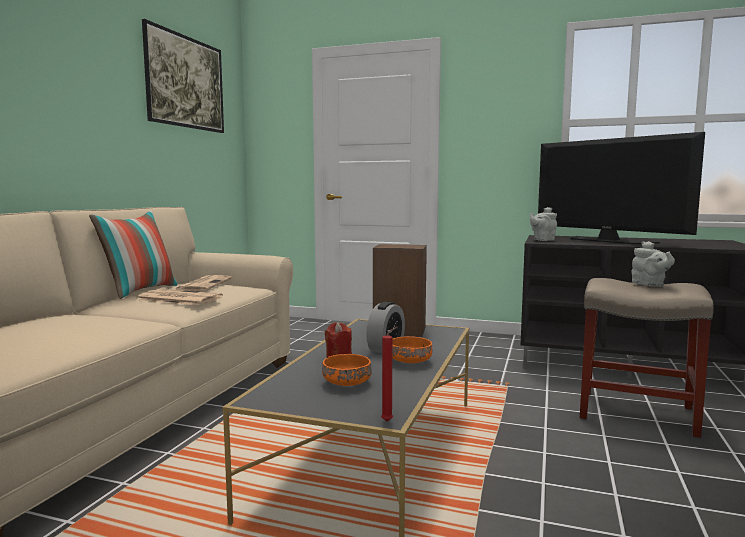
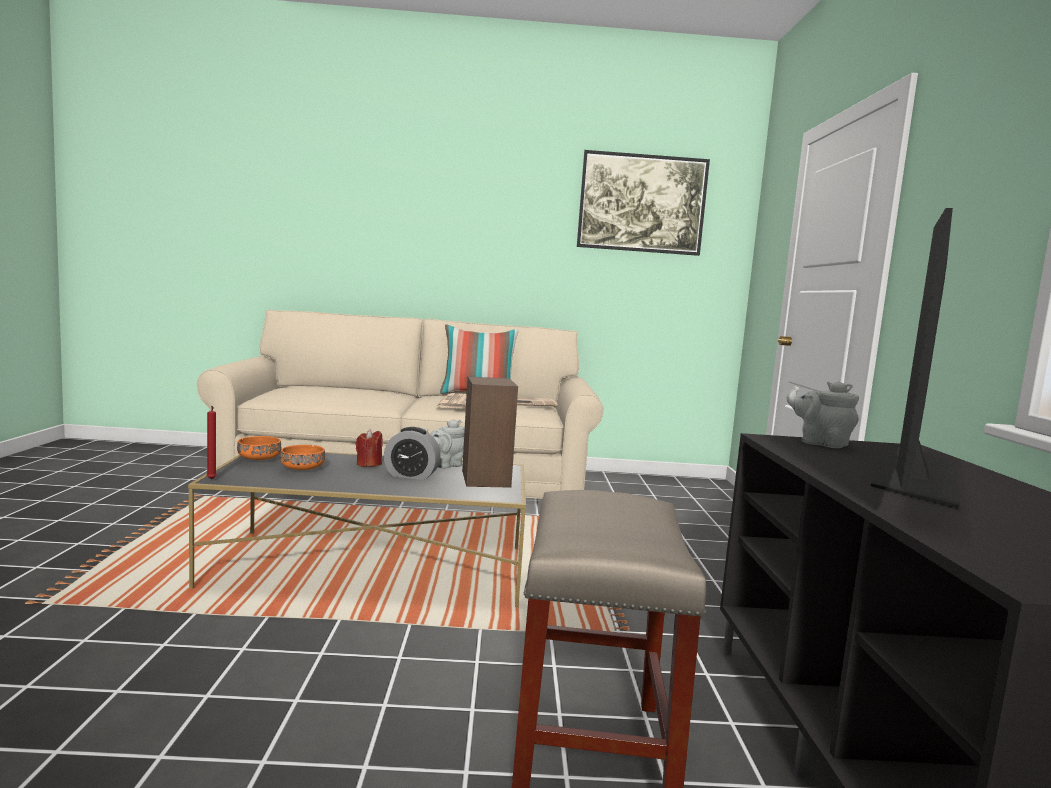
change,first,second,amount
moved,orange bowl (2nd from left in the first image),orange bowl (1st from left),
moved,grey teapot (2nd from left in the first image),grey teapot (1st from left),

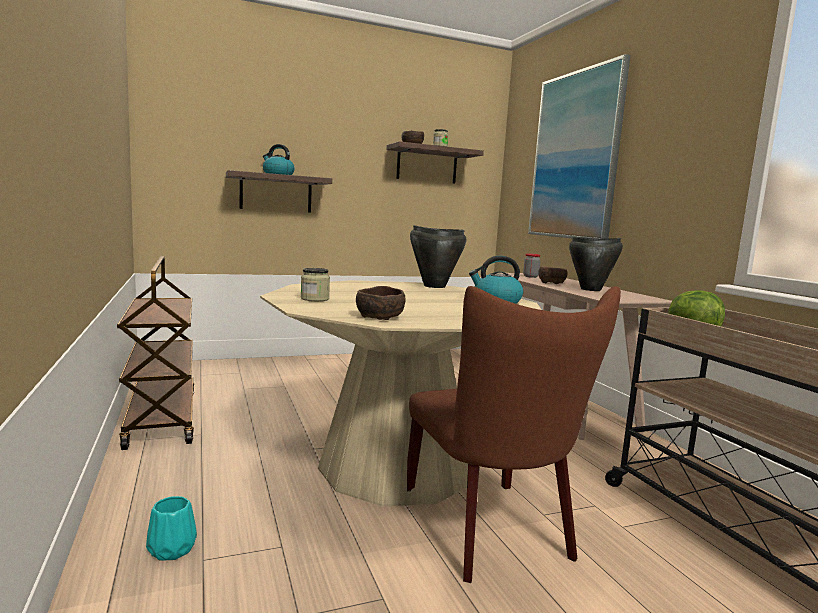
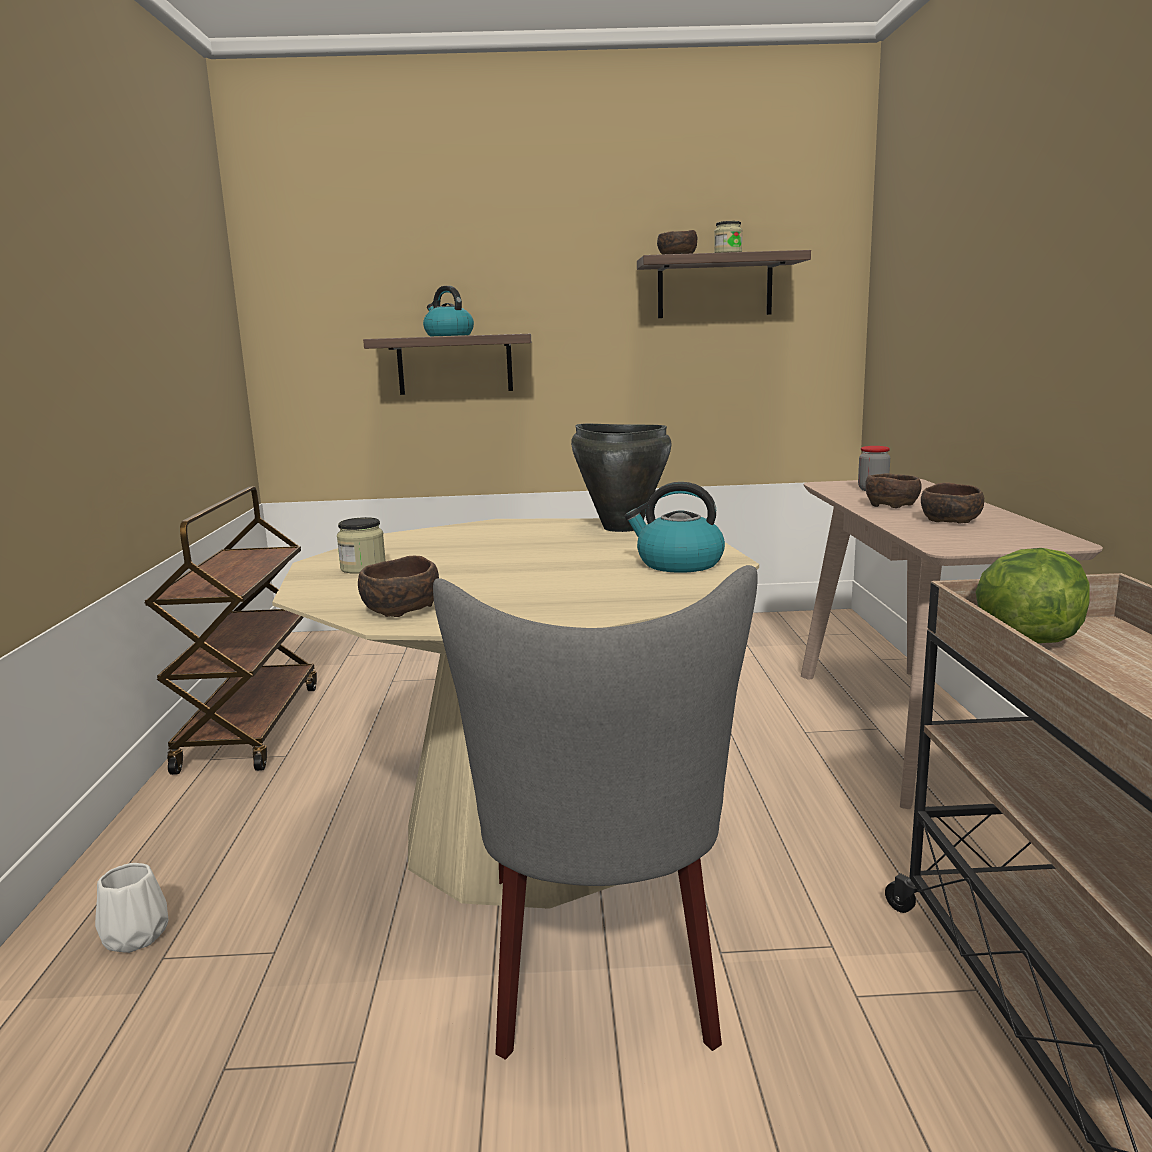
change,first,second,amount
recoloured,turquoise vase,white vase,
recoloured,brown chair,grey chair,
removed,picture,,
replaced,black cooking pot (2nd from left),brown bowl (4th from left),

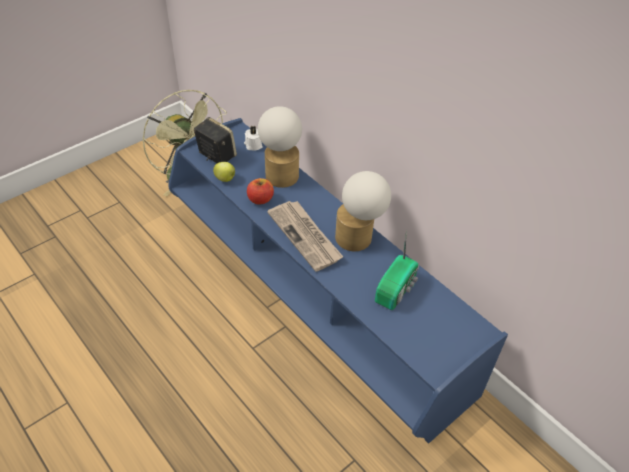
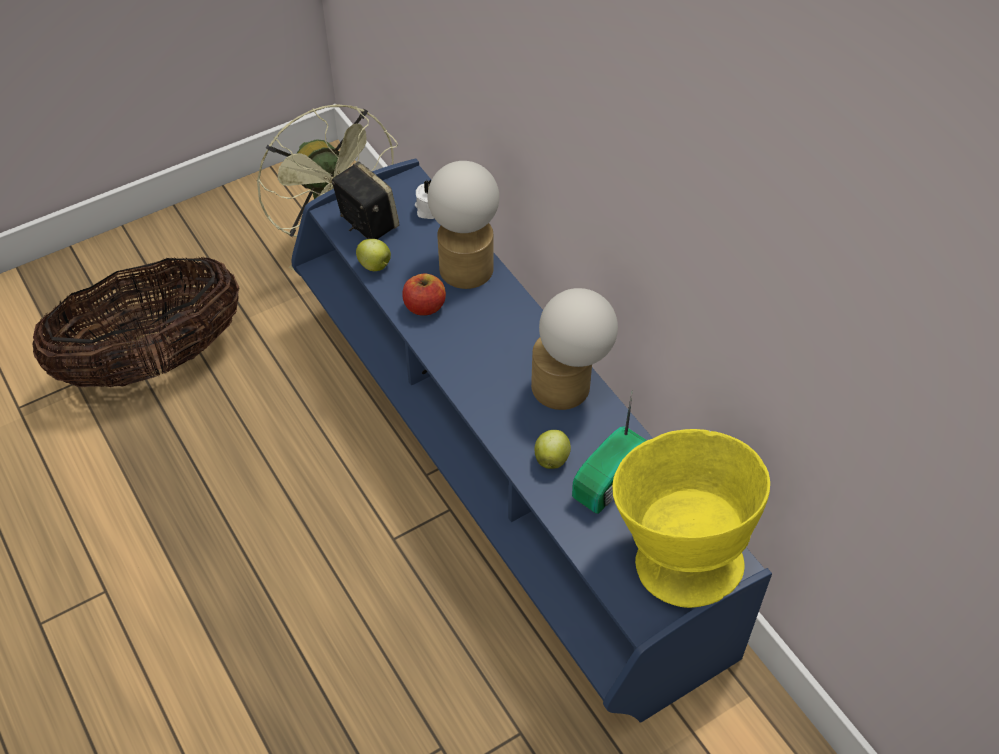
change,first,second,amount
removed,newspaper,,
added,,basket,
added,,apple (3rd from left),
added,,yellow bowl,

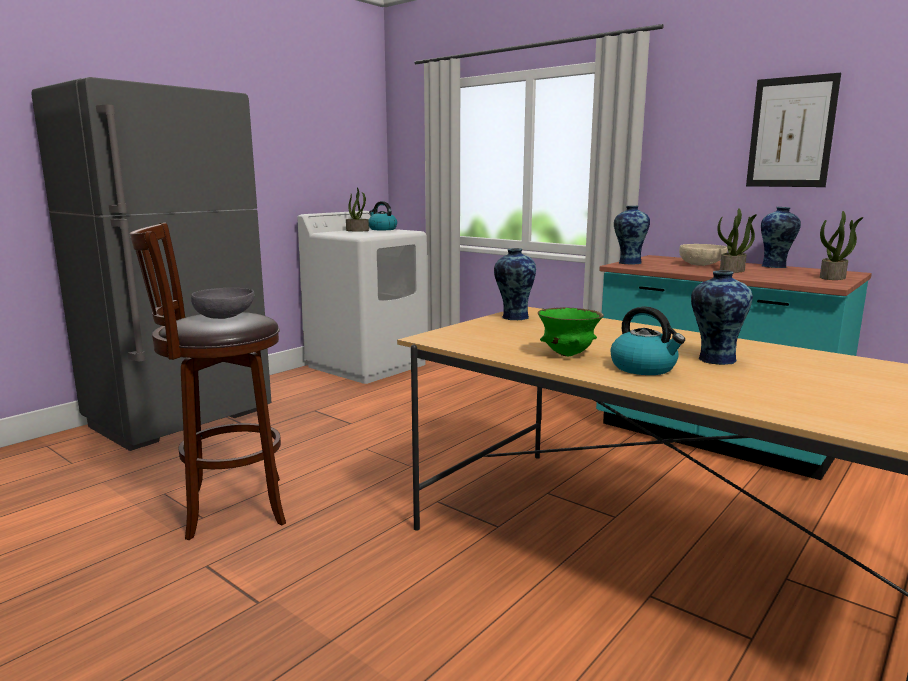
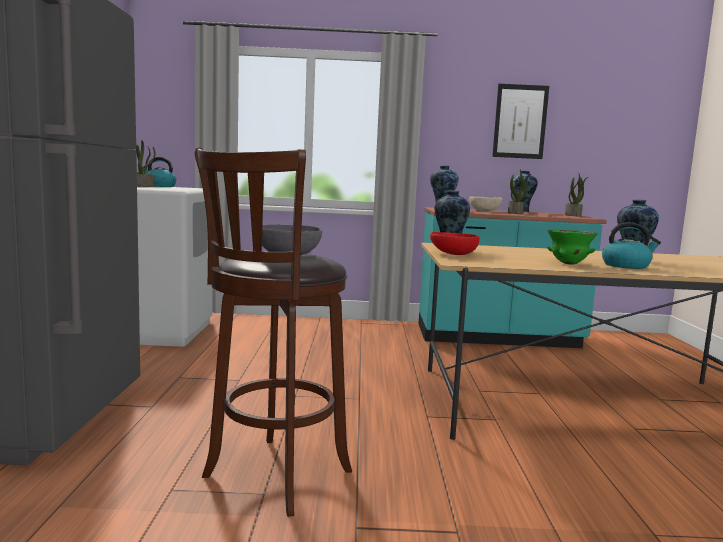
change,first,second,amount
added,,red bowl,

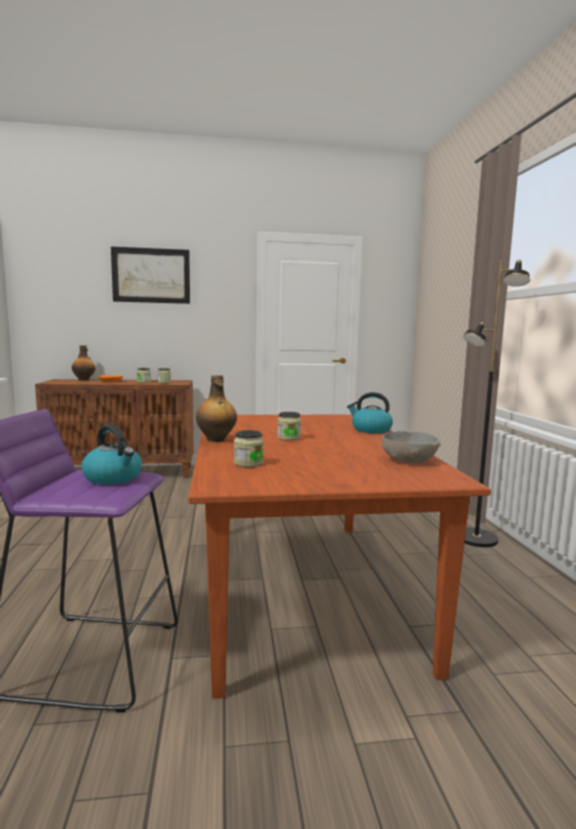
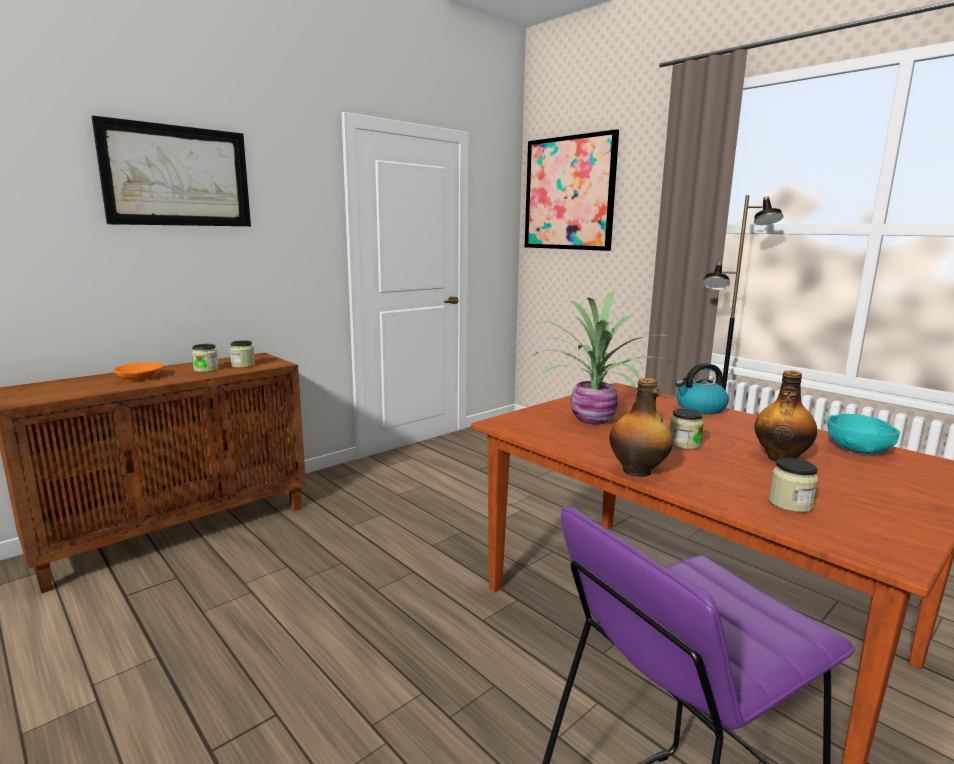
change,first,second,amount
moved,bottle (1st from left in the first image),bottle (2nd from left),
removed,kettle (1st from left),,
recoloured,grey bowl,turquoise bowl,
added,,picture (2nd from left),
added,,potted plant,

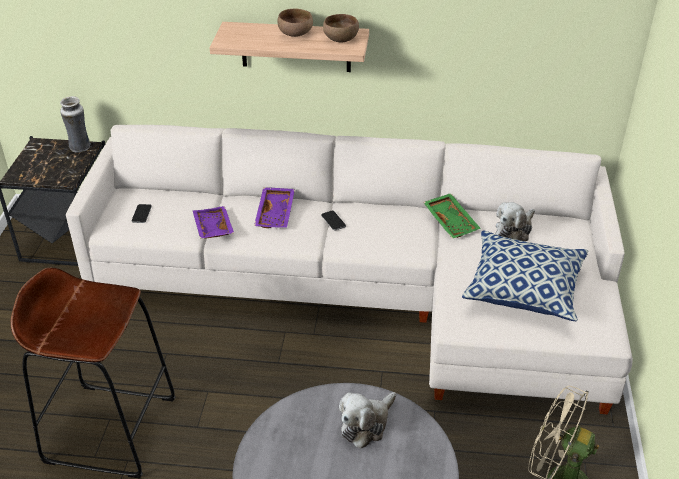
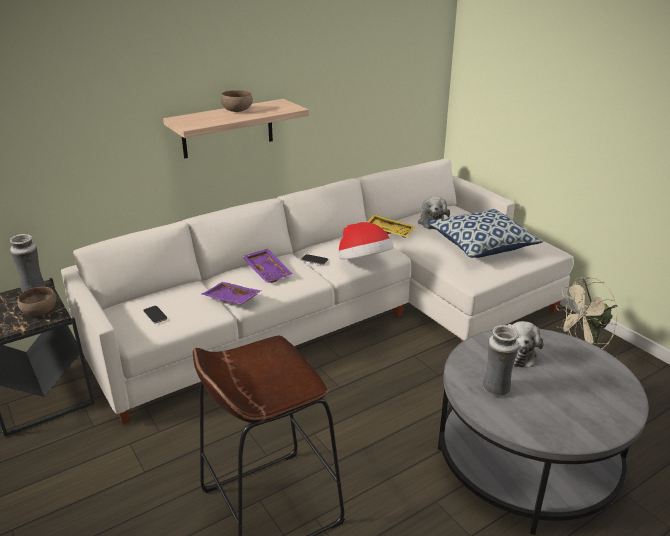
change,first,second,amount
moved,brown bowl (2nd from left in the first image),brown bowl (1st from left),
recoloured,green tray,yellow tray,
added,,hat,
added,,vase (2nd from left),

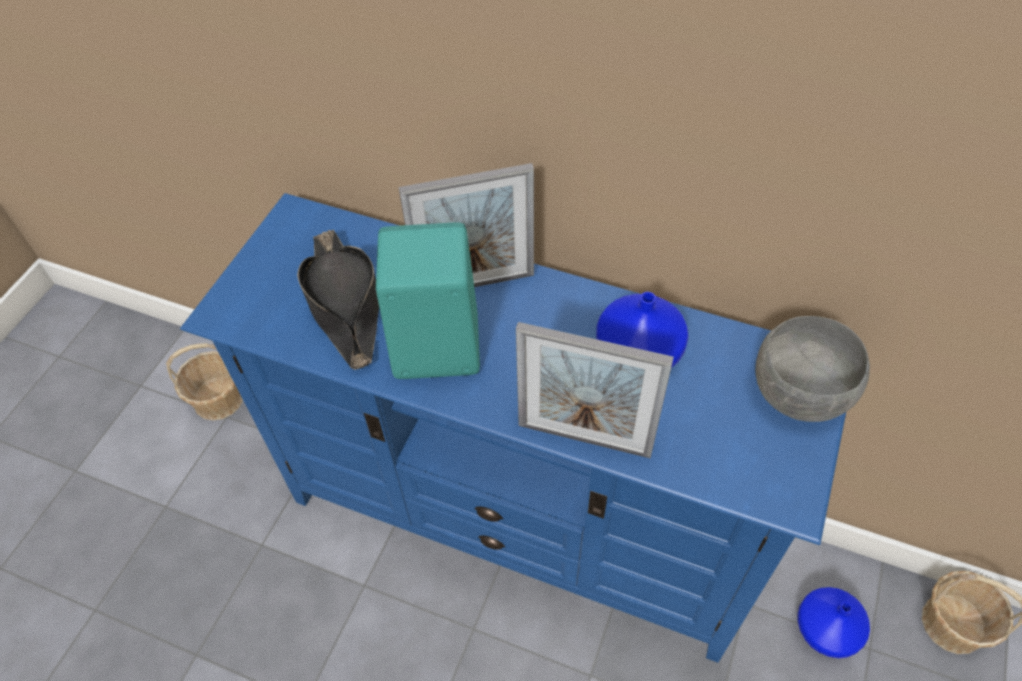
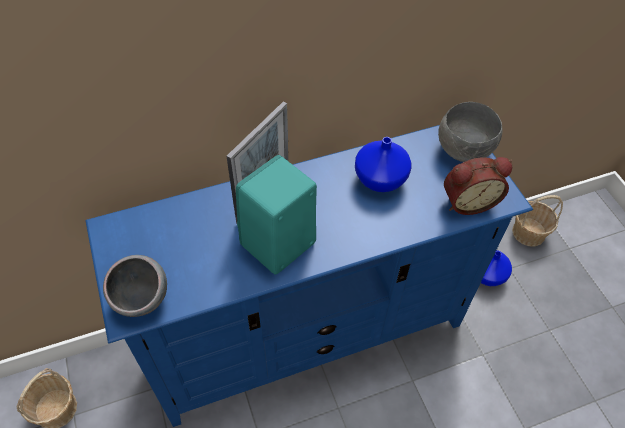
change,first,second,amount
removed,black hat,,
removed,picture frame (2nd from left),,
added,,grey bowl (1st from left),
added,,alarm clock,

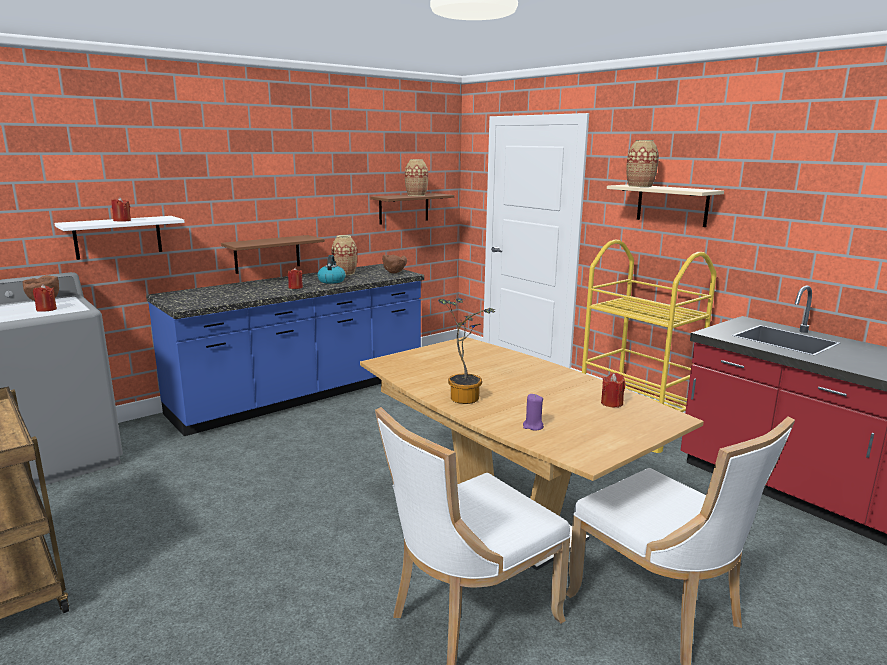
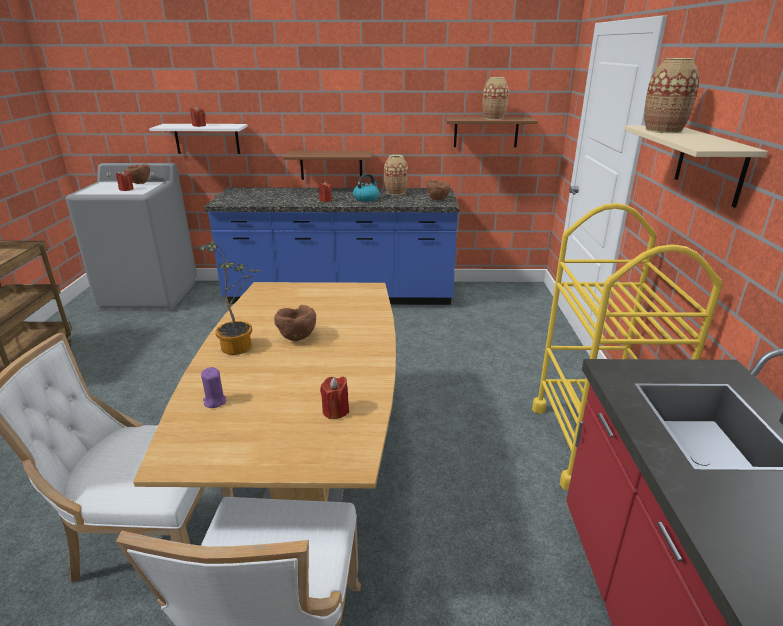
change,first,second,amount
added,,brown bowl (2nd from left),

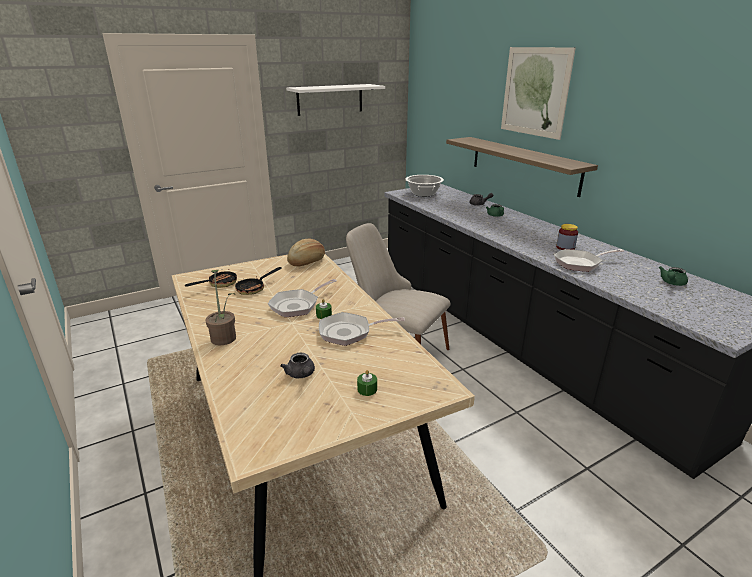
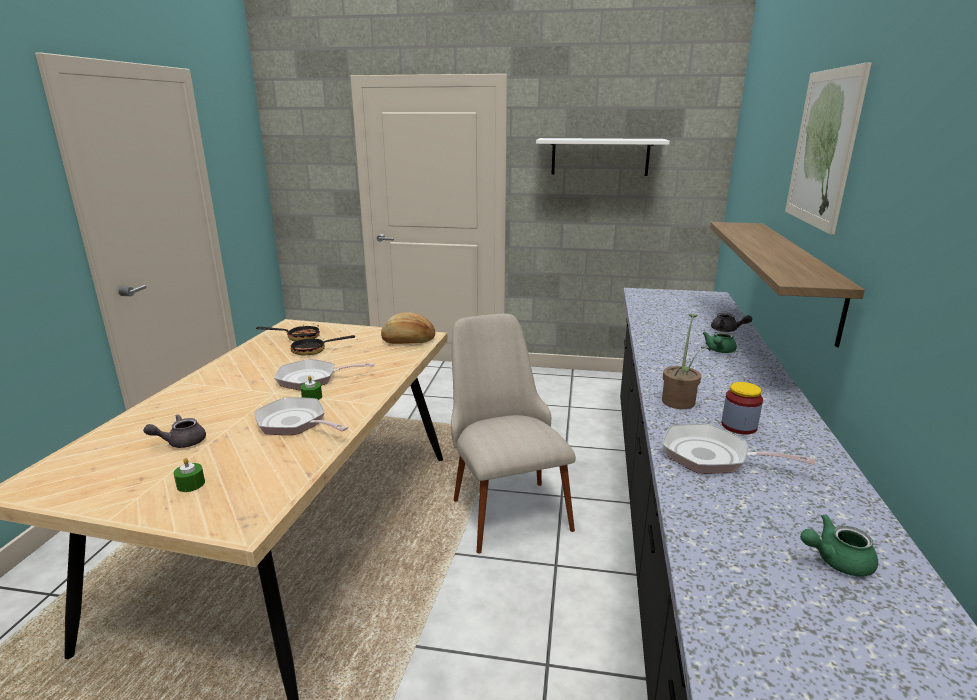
change,first,second,amount
moved,potted plant,,
turned,grey teapot (1st from left),,45 degrees clockwise
removed,cooking pot,,

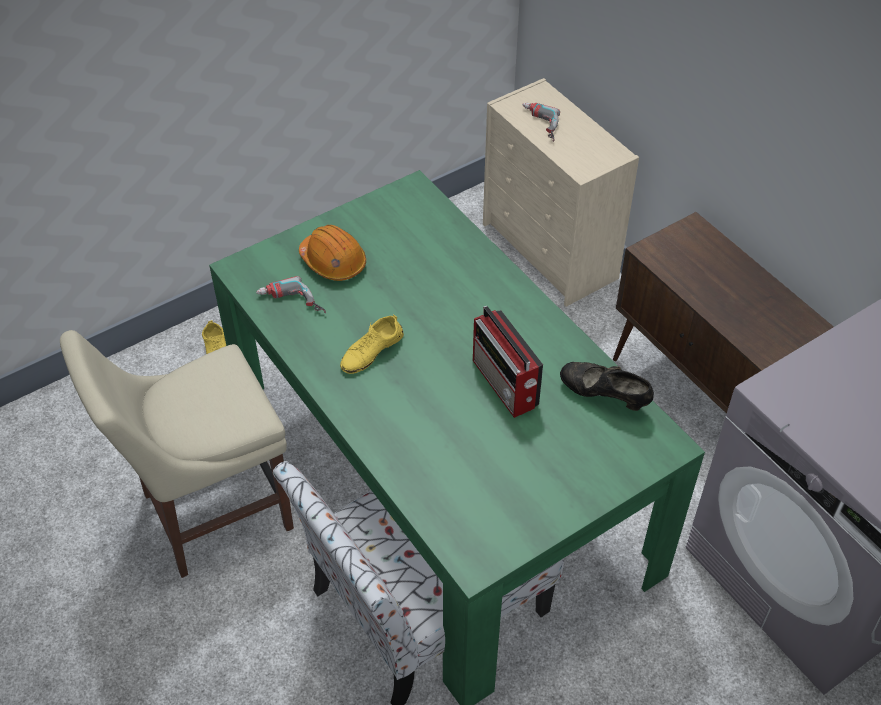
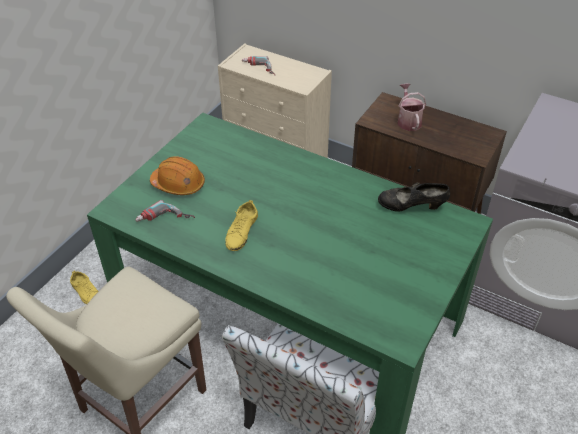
change,first,second,amount
removed,radio,,
added,,watering can,

